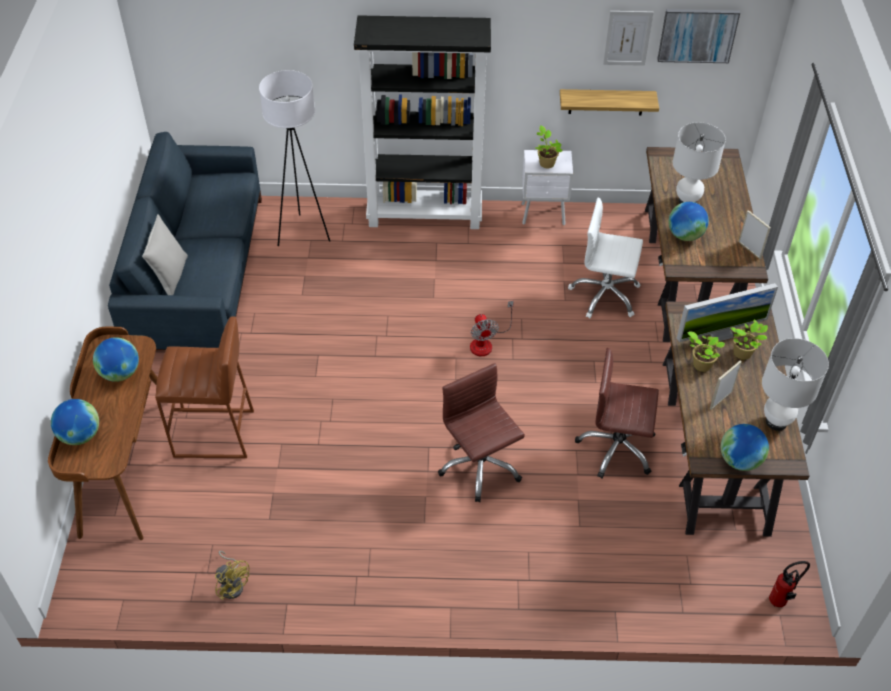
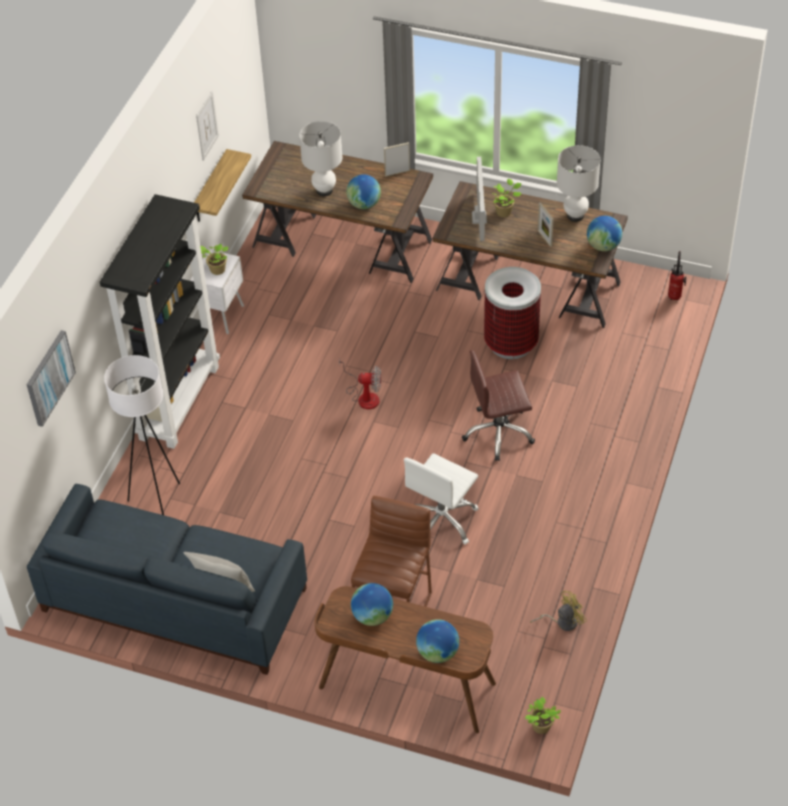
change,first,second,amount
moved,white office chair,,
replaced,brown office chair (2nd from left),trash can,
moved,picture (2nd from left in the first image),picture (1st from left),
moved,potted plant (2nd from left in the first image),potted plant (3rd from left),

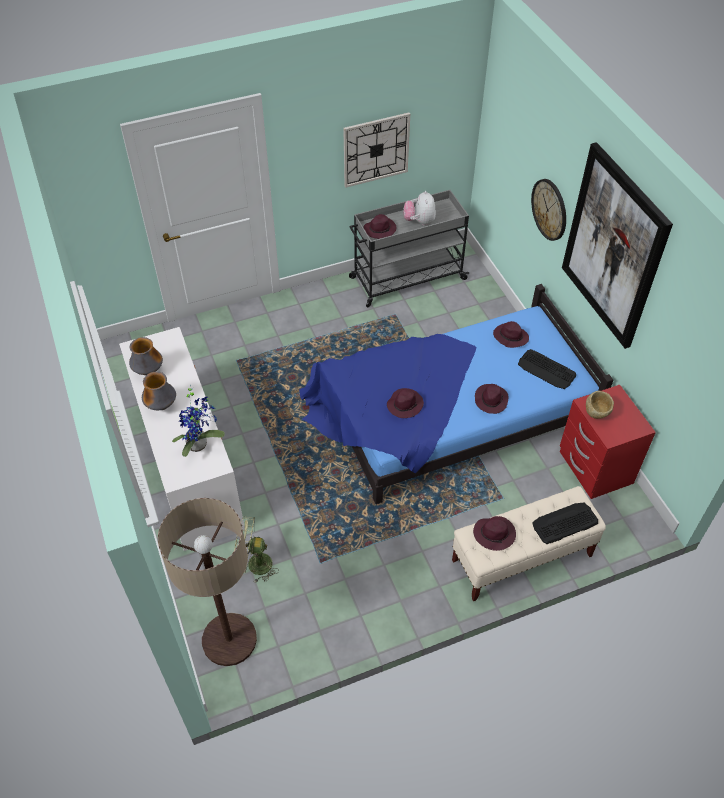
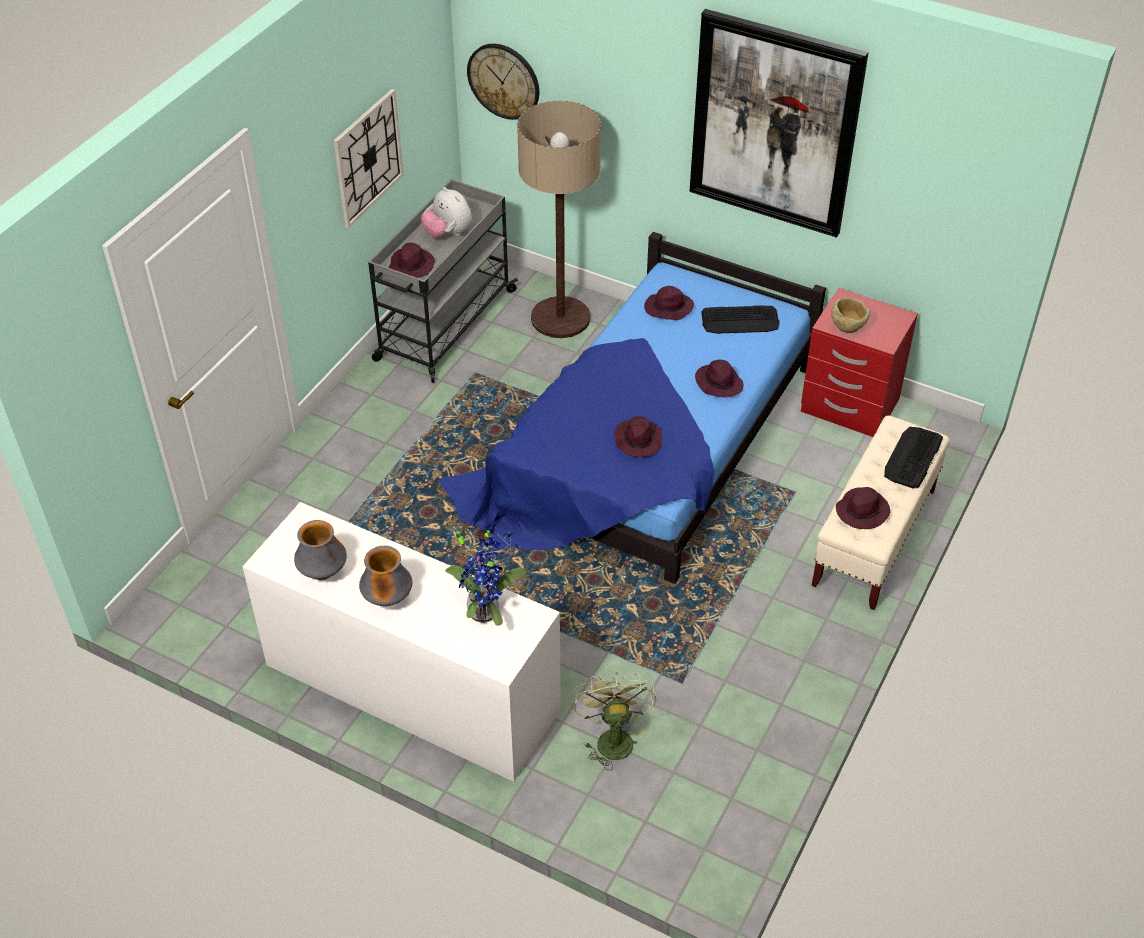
change,first,second,amount
moved,floor lamp,,
turned,green fan,,120 degrees clockwise
moved,wall clock (2nd from left),,

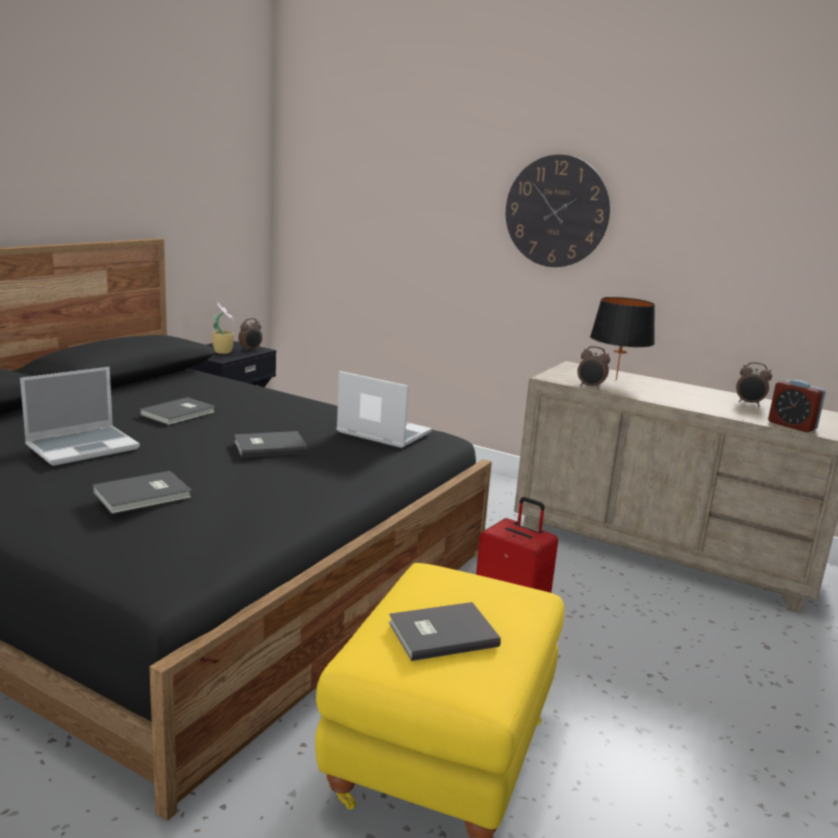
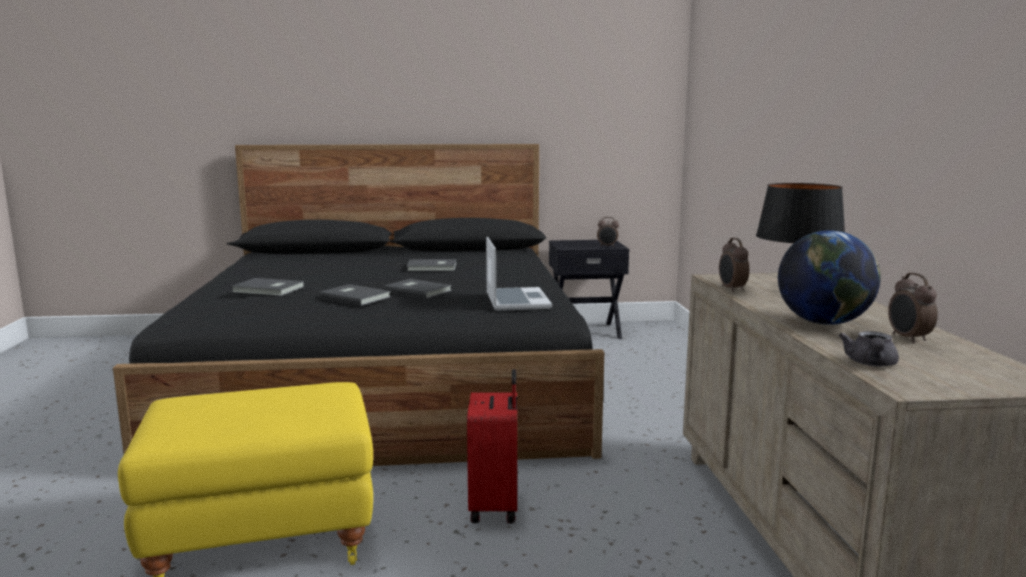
change,first,second,amount
removed,laptop (1st from left),,
removed,potted plant,,
moved,grey book (4th from left in the first image),grey book (2nd from left),
removed,wall clock,,
replaced,alarm clock (4th from left),grey teapot,
added,,globe,

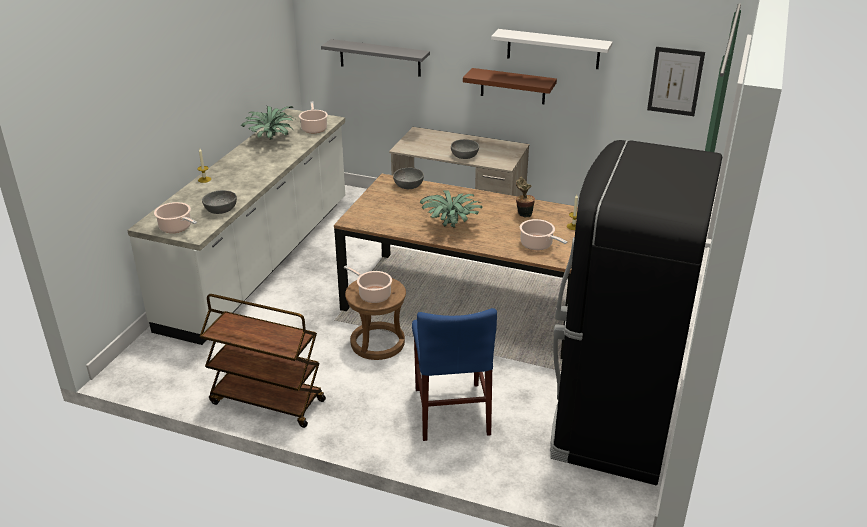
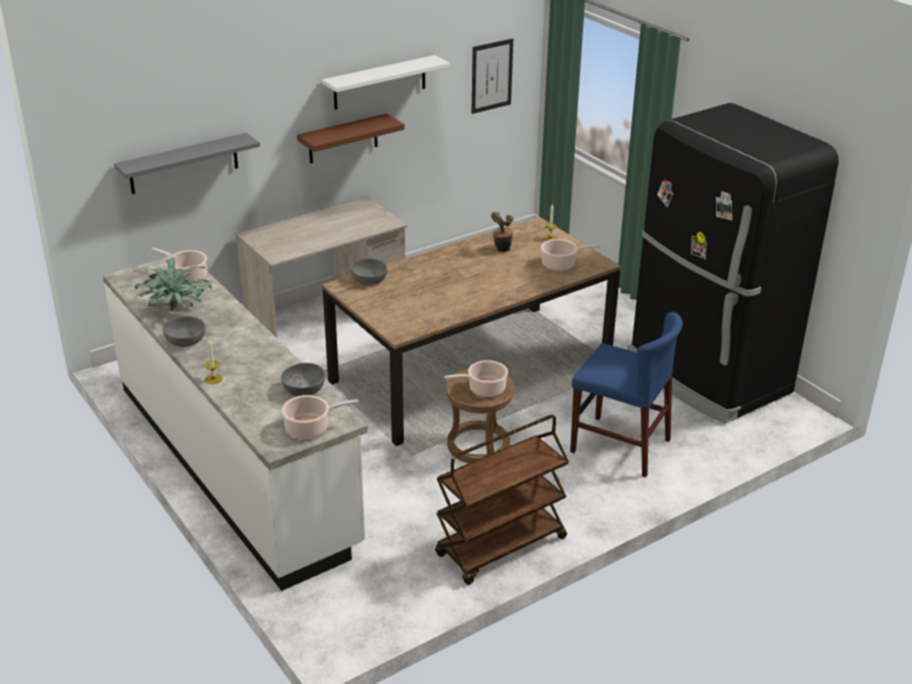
change,first,second,amount
removed,potted plant (2nd from left),,
moved,grey bowl (3rd from left in the first image),grey bowl (1st from left),

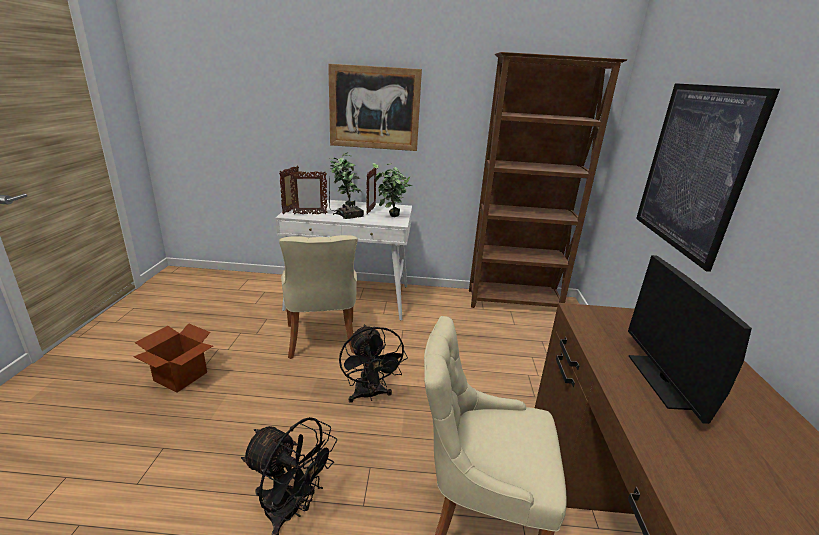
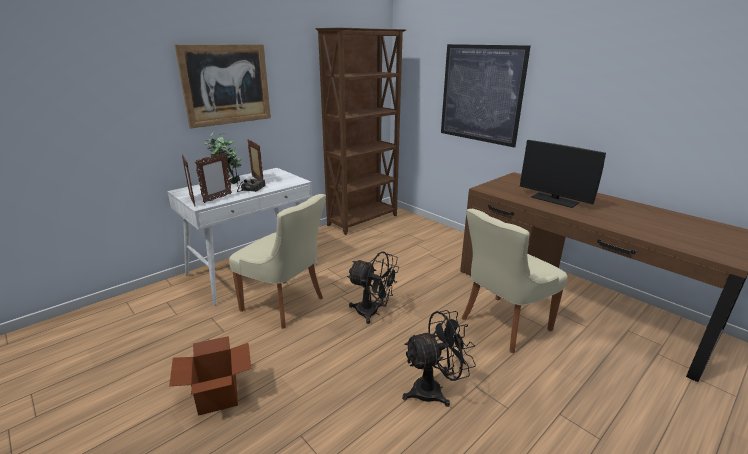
change,first,second,amount
removed,potted plant (2nd from left),,

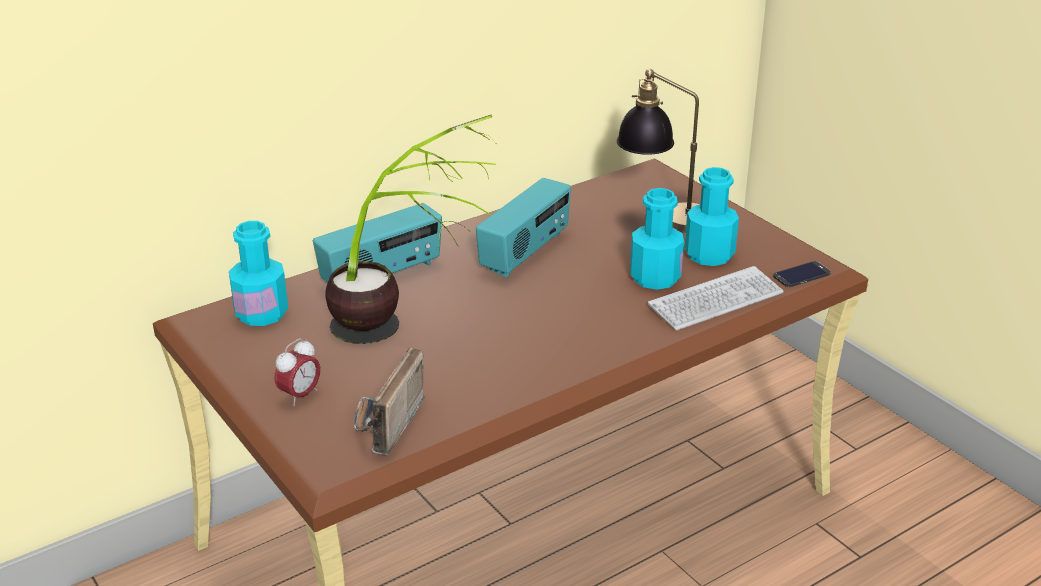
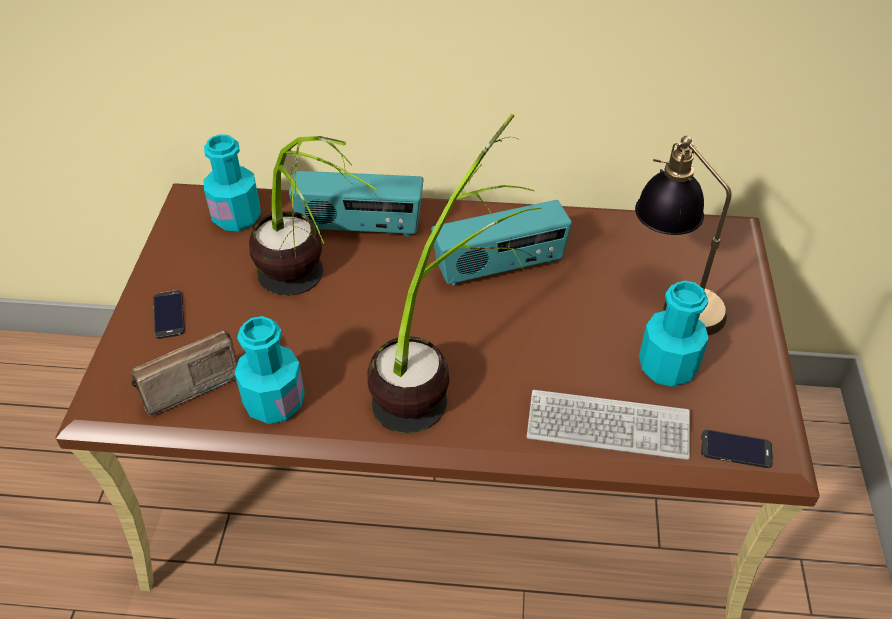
change,first,second,amount
replaced,alarm clock,phone (1st from left),
moved,turquoise bottle (2nd from left),,
added,,potted plant (2nd from left),

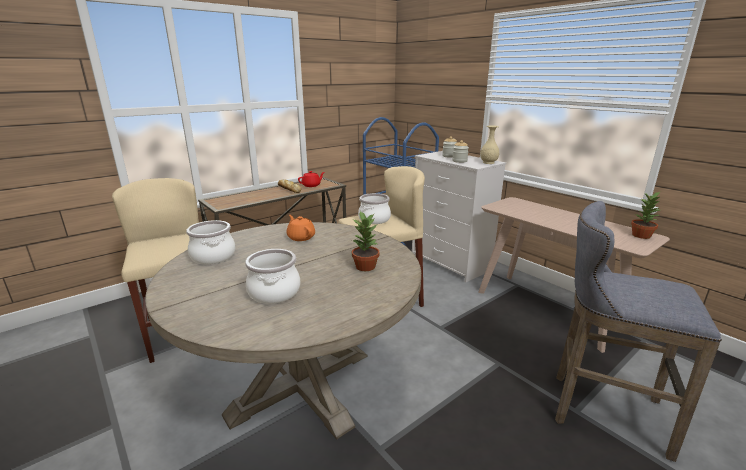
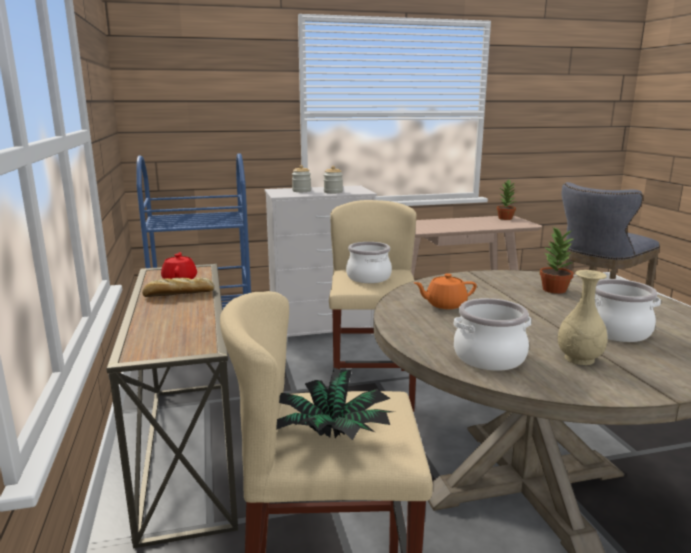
change,first,second,amount
moved,beige vase,,
added,,potted plant (1st from left),

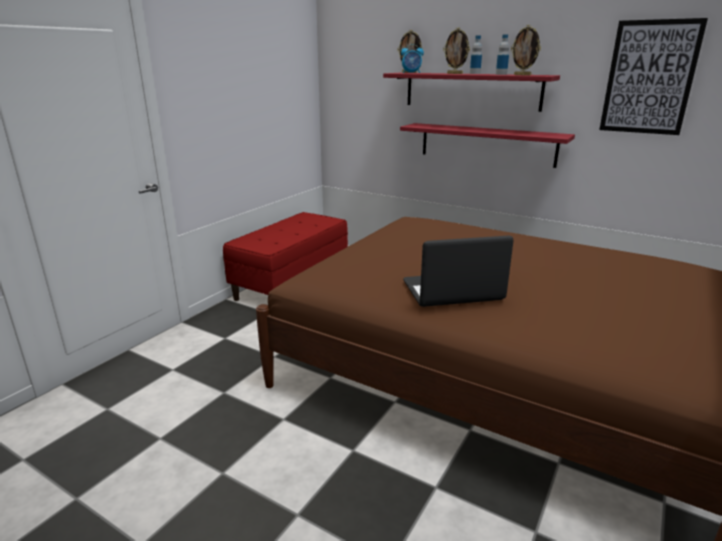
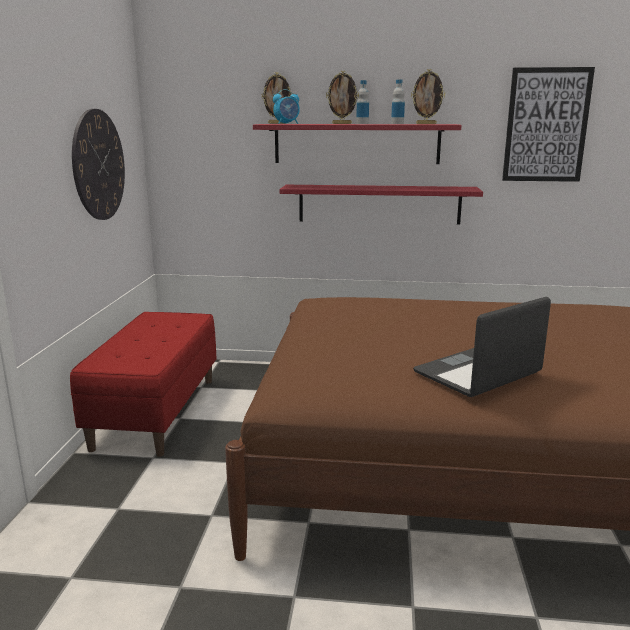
change,first,second,amount
added,,wall clock,

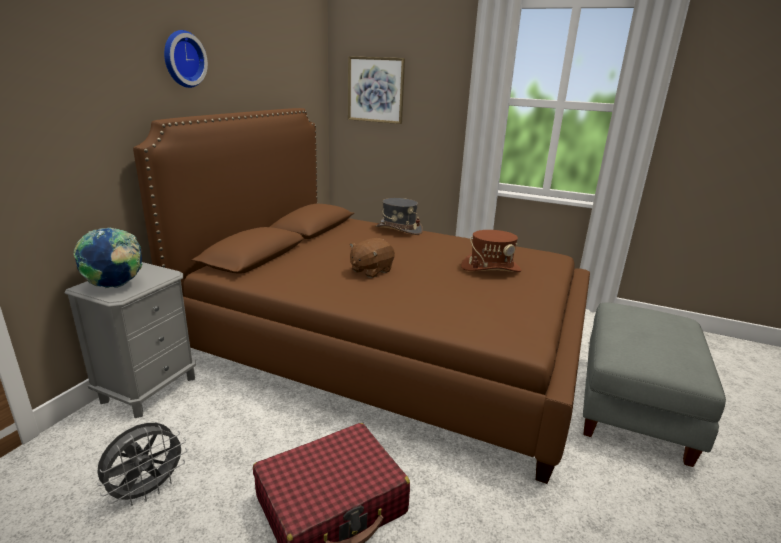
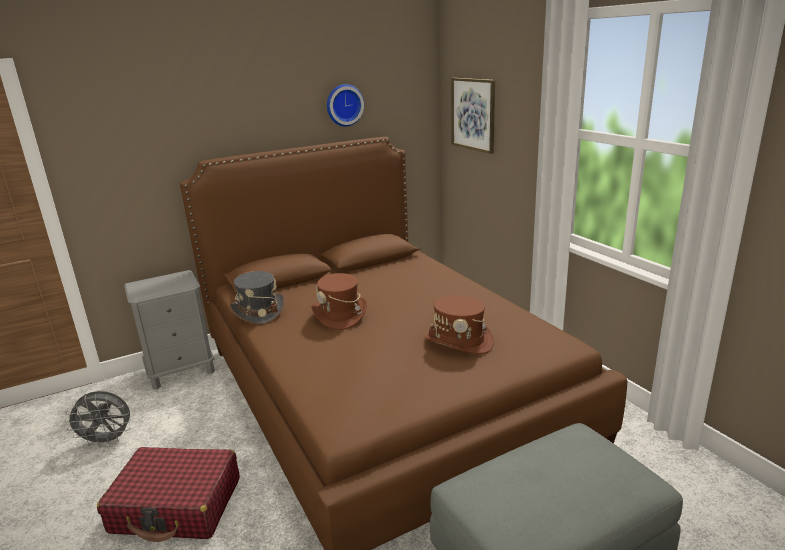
change,first,second,amount
removed,globe,,
moved,wall clock,,
replaced,brown plush toy,brown hat (1st from left),
moved,grey hat,,

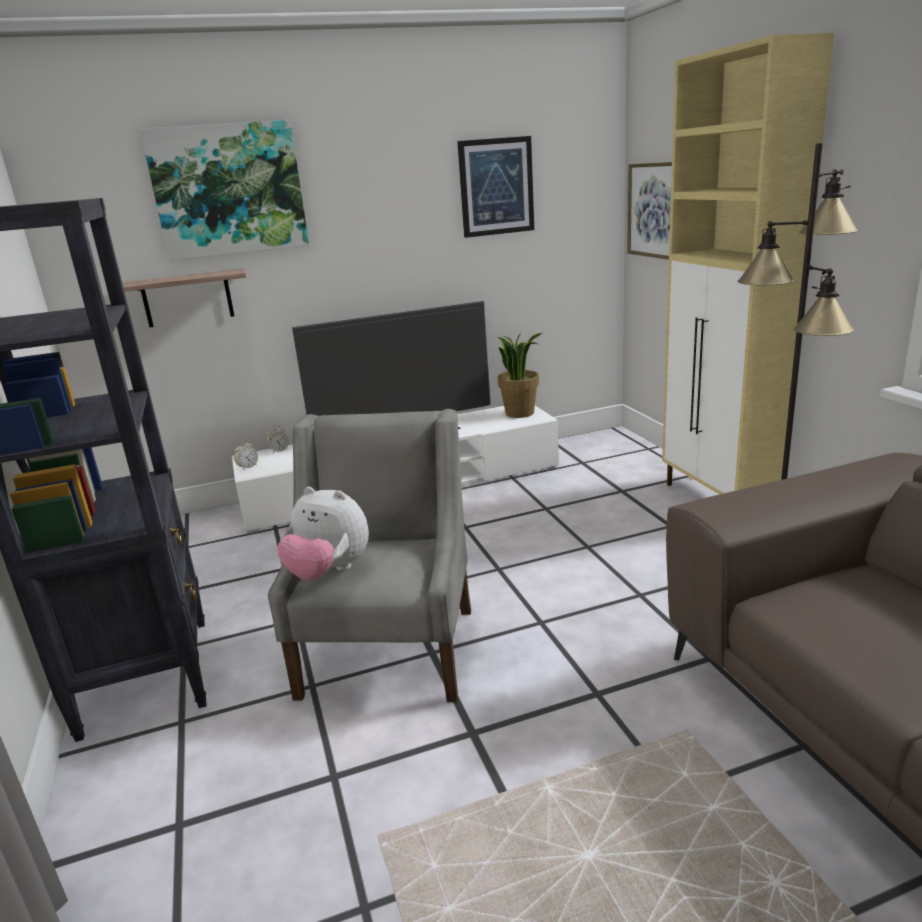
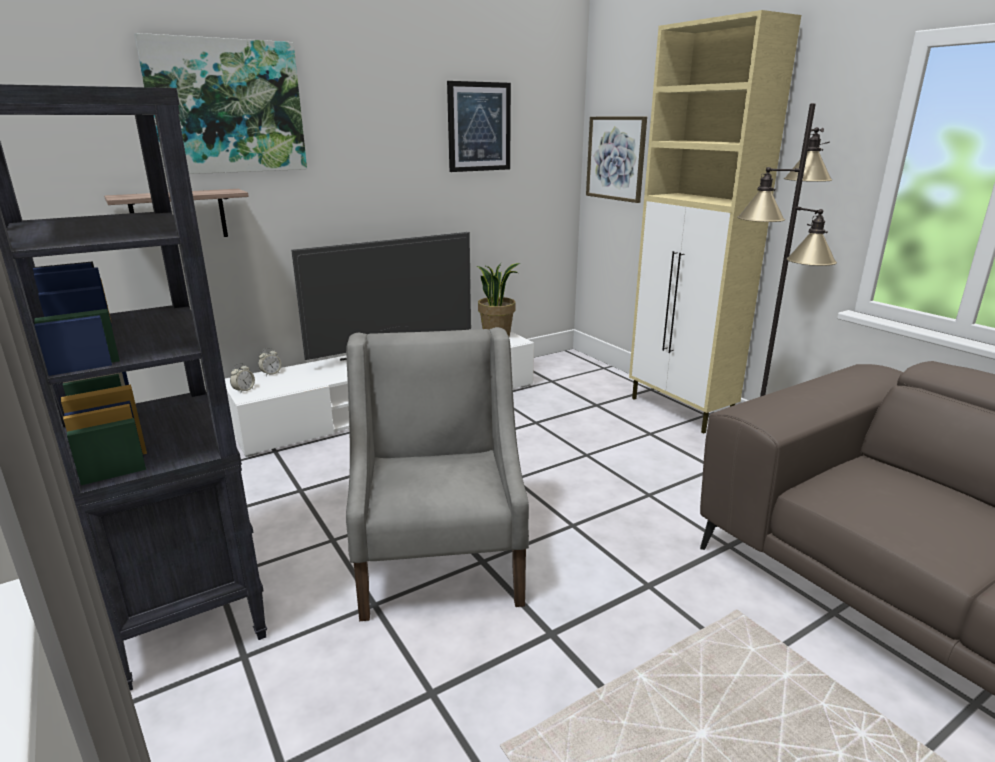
change,first,second,amount
removed,plush toy,,

